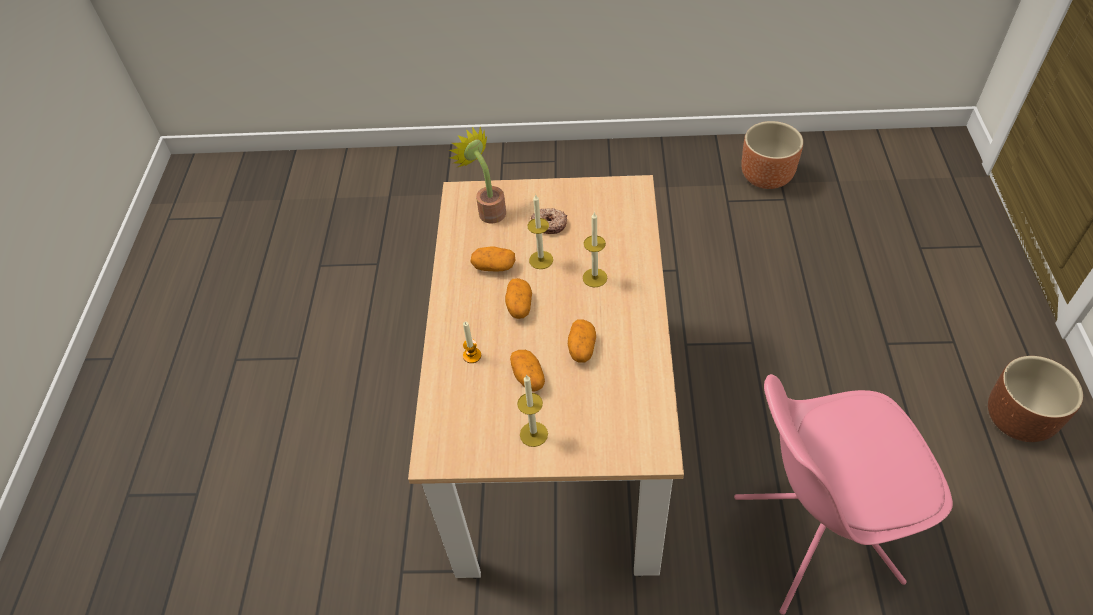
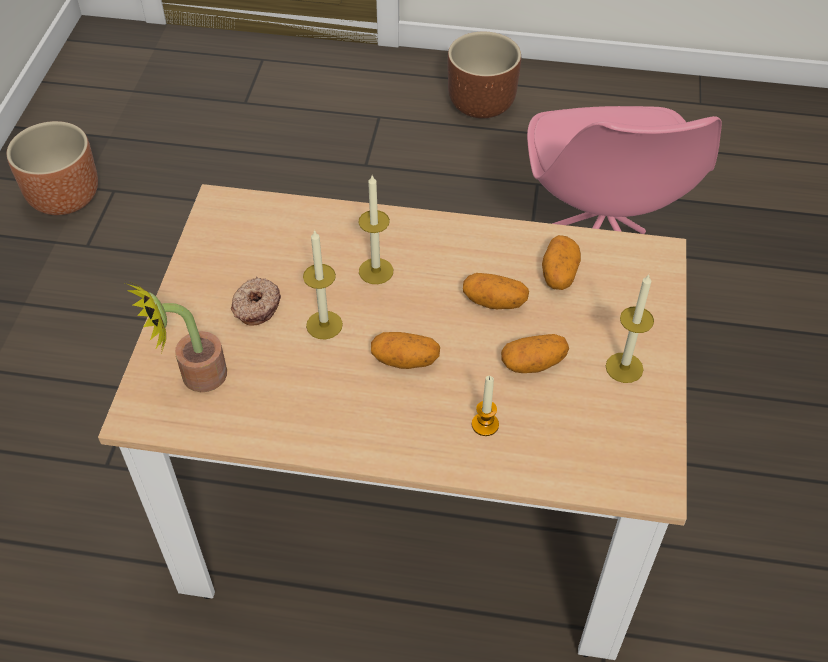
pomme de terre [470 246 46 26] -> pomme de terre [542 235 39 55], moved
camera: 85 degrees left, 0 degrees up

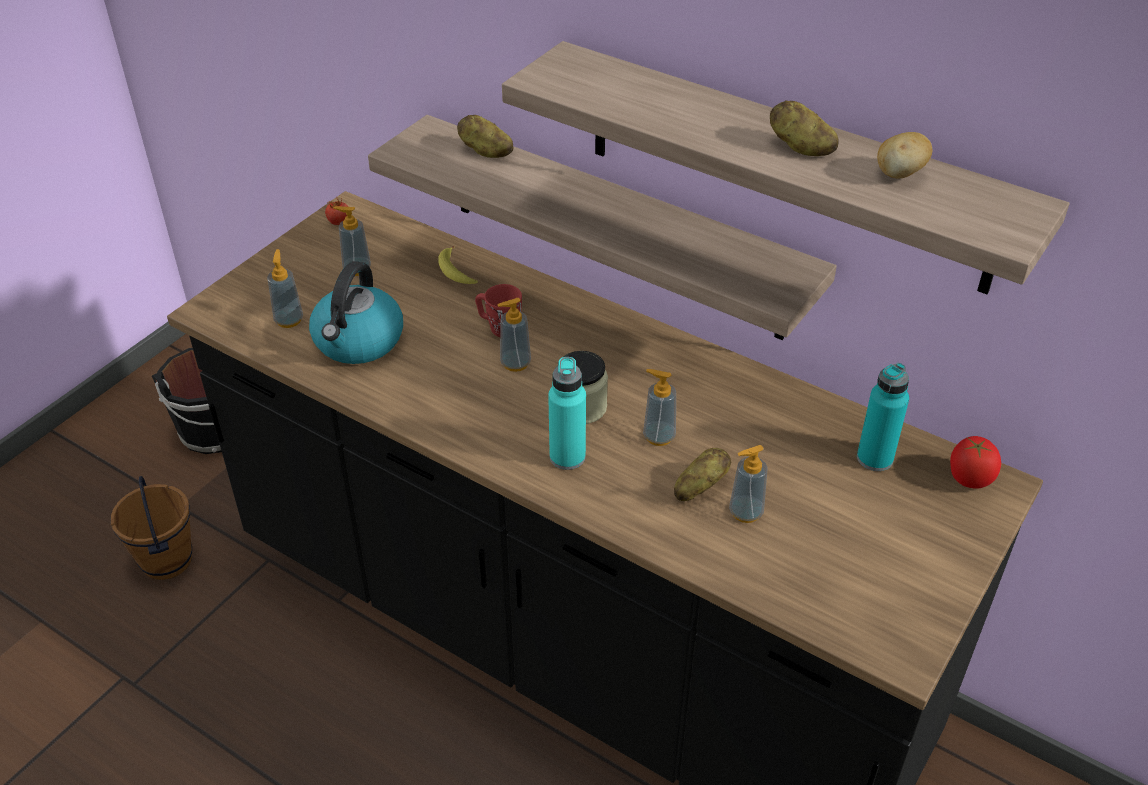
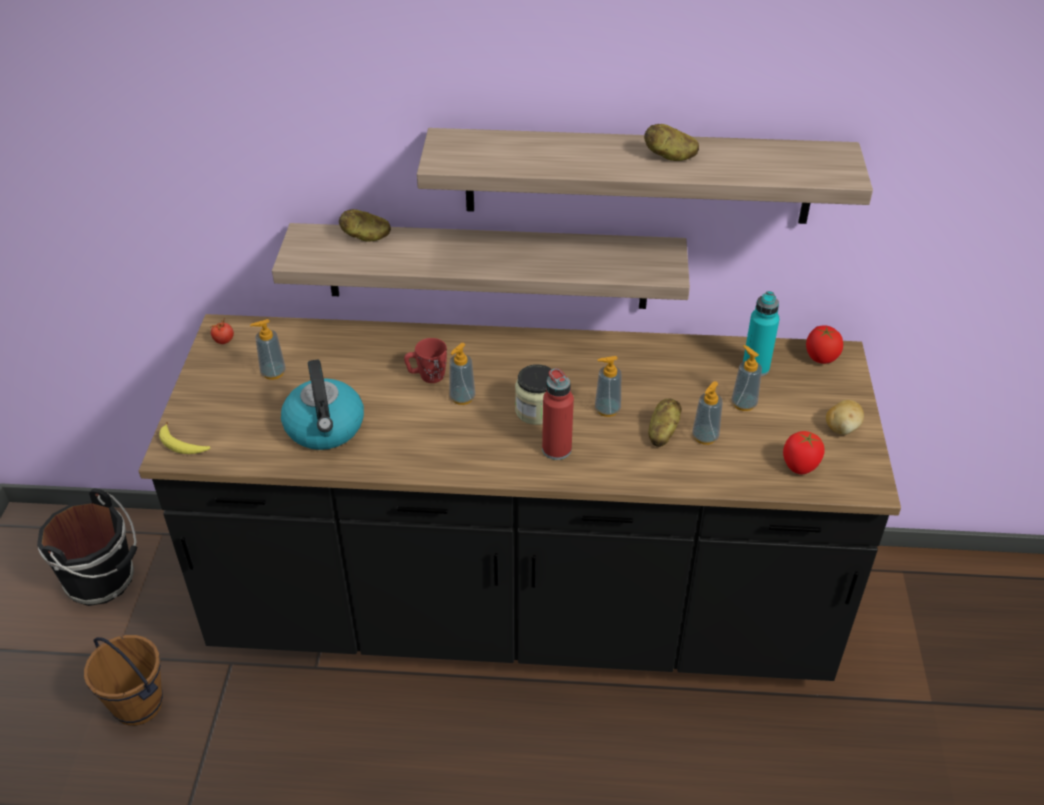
distributeur de savon [267 249 36 79] -> distributeur de savon [732 345 30 66], moved
banane [438 246 40 38] -> banane [159 422 51 32], moved
bouteille [turquoise] [548 357 38 113] -> bouteille [rouge] [542 368 32 92]
pomme de terre [877 132 55 46] -> pomme de terre [826 400 38 35], moved
none -> tomate [783 431 42 43]
camera: 30 degrees left, 0 degrees up

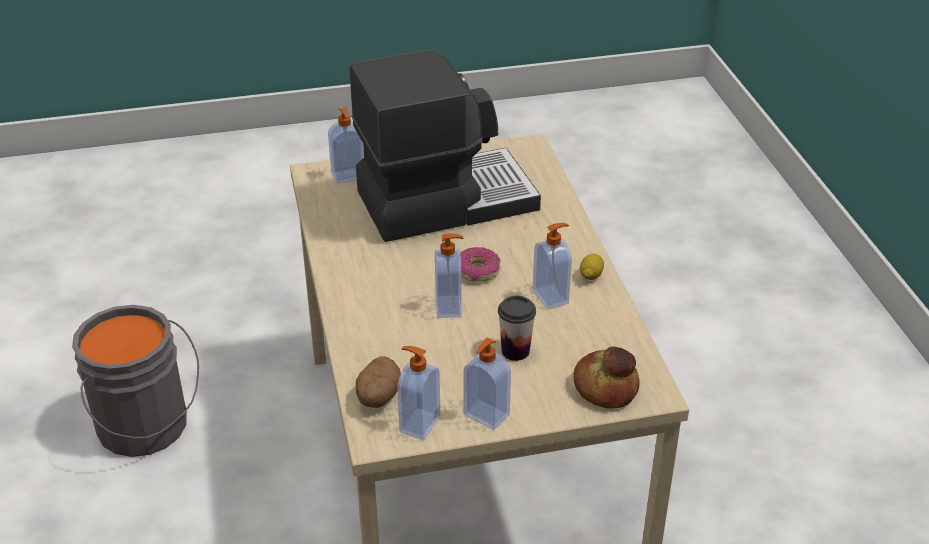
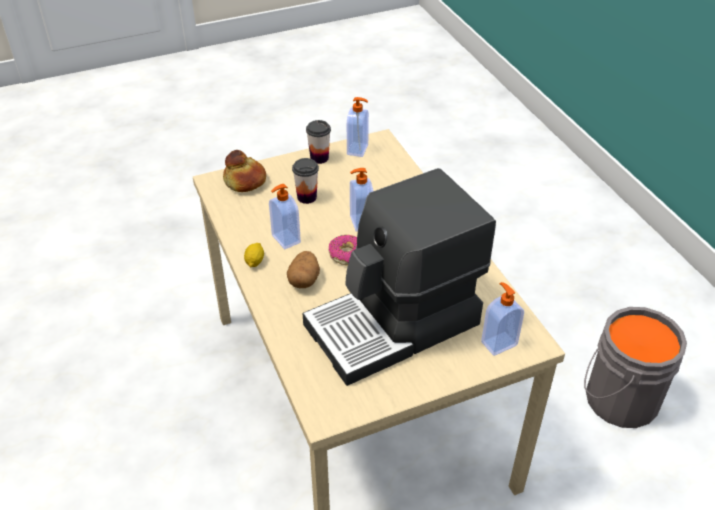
pomme de terre [356 356 45 52] -> pomme de terre [287 251 33 37], moved
distributeur de savon [463 337 48 93] -> tasse [306 120 25 44]
camera: 170 degrees right, 5 degrees up

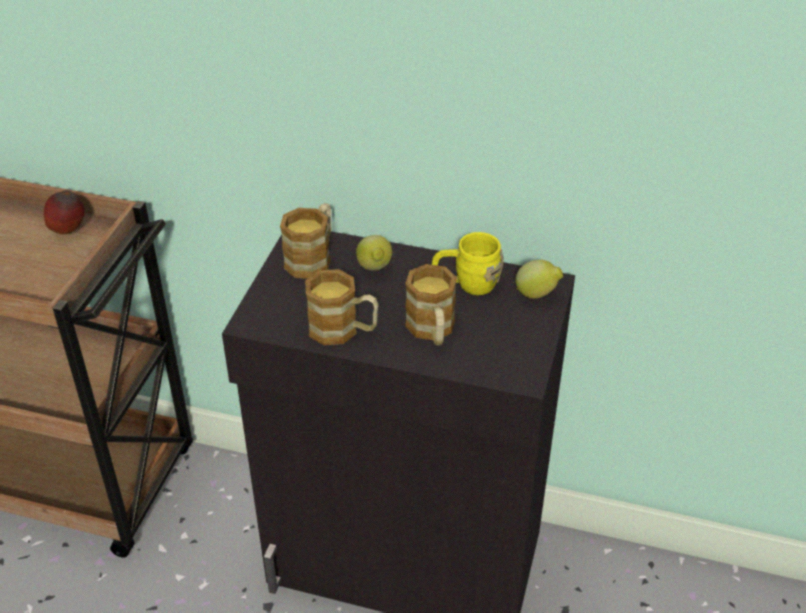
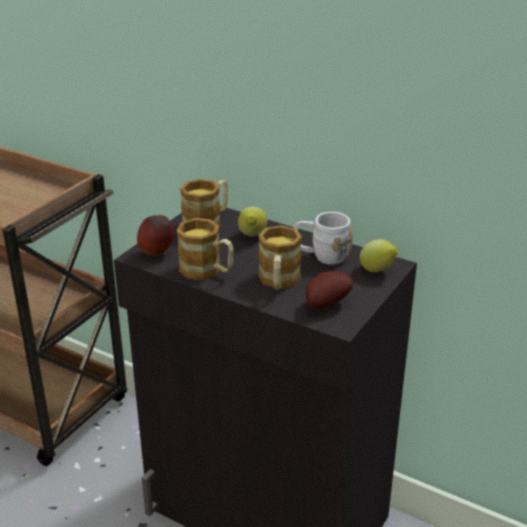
pomme [44 190 41 44] -> pomme [137 215 37 40], moved
mug [jaune] [432 232 71 63] -> mug [blanc] [294 212 59 53]
none -> pomme de terre [306 271 47 38]
camera: 15 degrees right, 10 degrees down

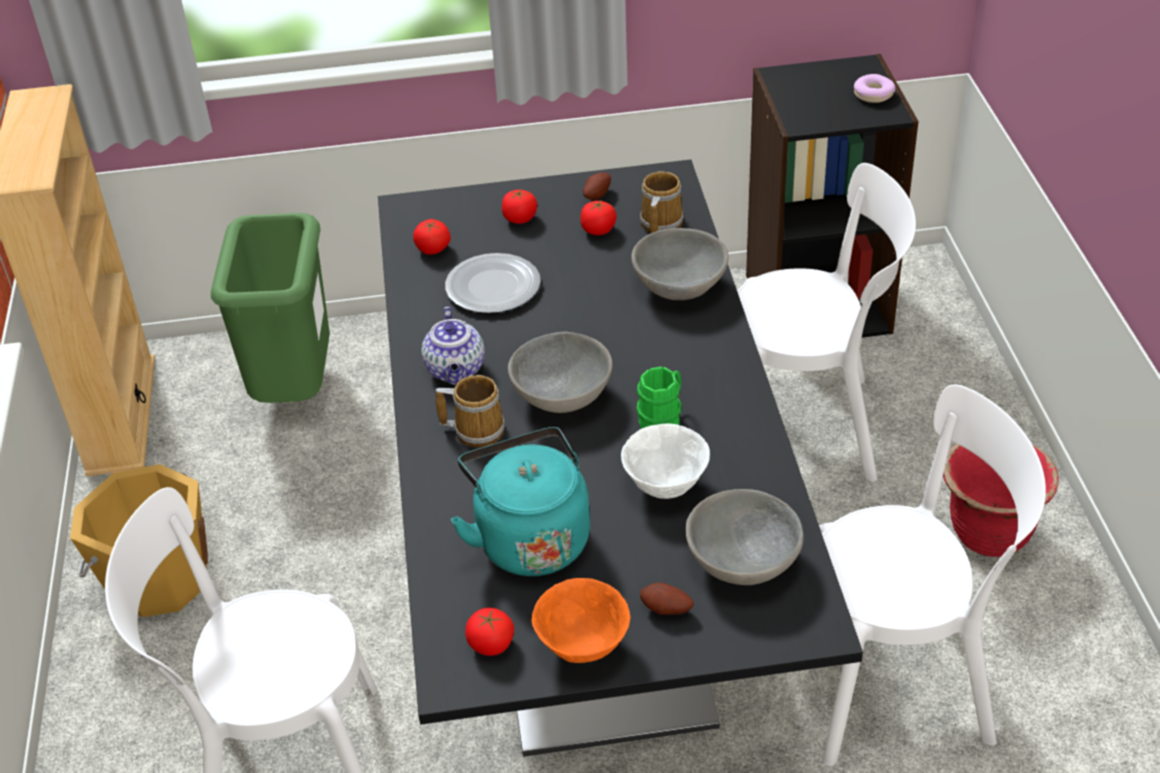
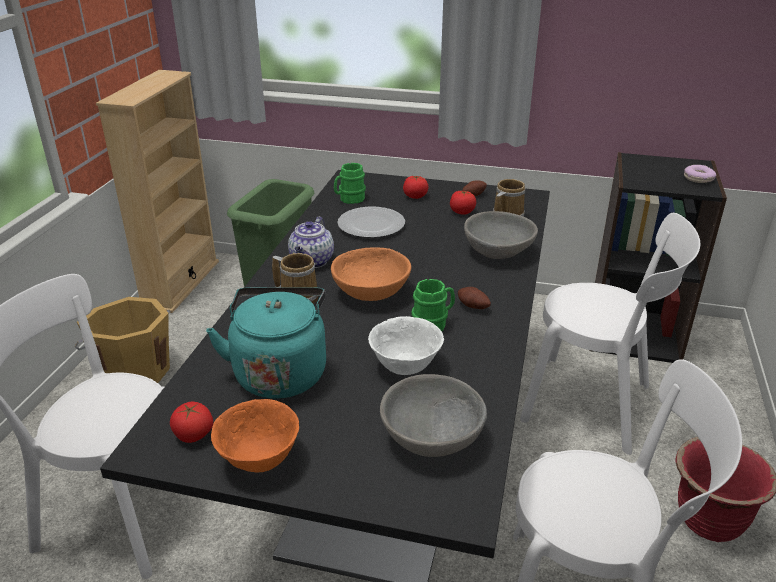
tomate [413 219 38 36] -> mug [vert] [334 163 32 41]
bol [gris] [508 332 105 81] -> bol [orange] [331 247 80 54]
pomme de terre [640 583 54 32] -> pomme de terre [458 287 33 22], moved
camera: 20 degrees right, 10 degrees down

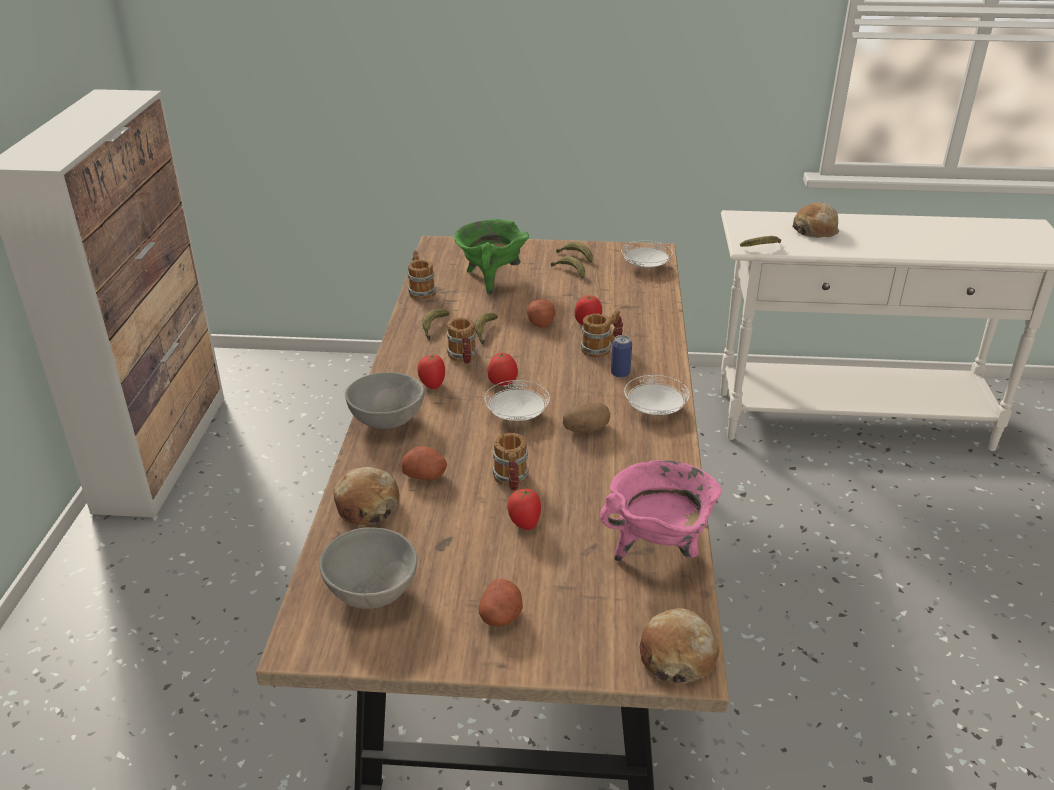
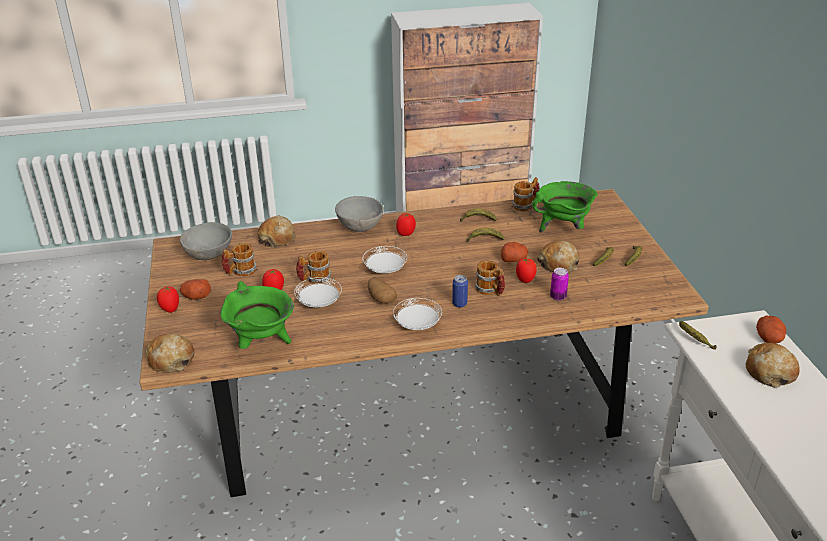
pomme de terre [402 447 45 34] -> pomme de terre [756 316 31 28], moved
mug [447 318 31 47] -> mug [222 243 34 34], moved
tomate [487 352 31 34] -> tomate [157 287 22 26], moved
marmite [rose] [600 460 121 102] -> marmite [vert] [220 281 74 68]
assiette [blanc] [621 240 52 28] -> assiette [blanc] [294 277 48 30], moved
none -> pain [537 241 43 32]
none -> boîte métallique [550 268 19 33]
camera: 75 degrees right, 0 degrees up

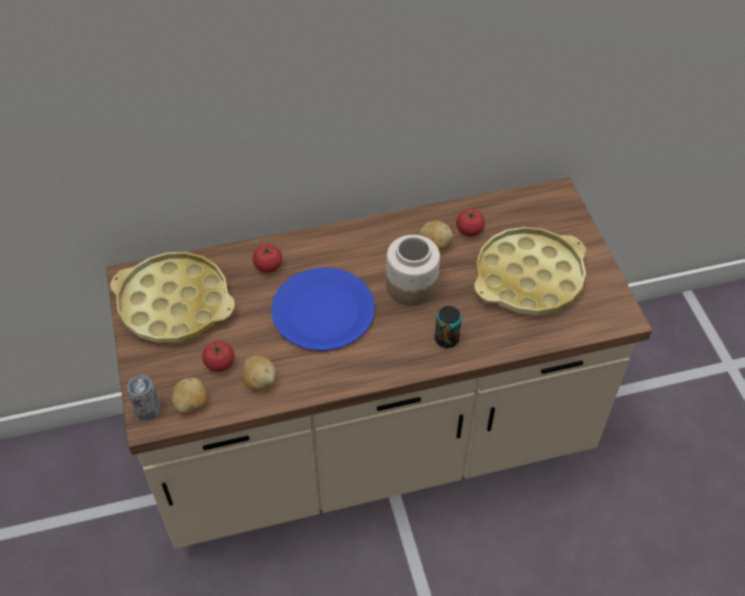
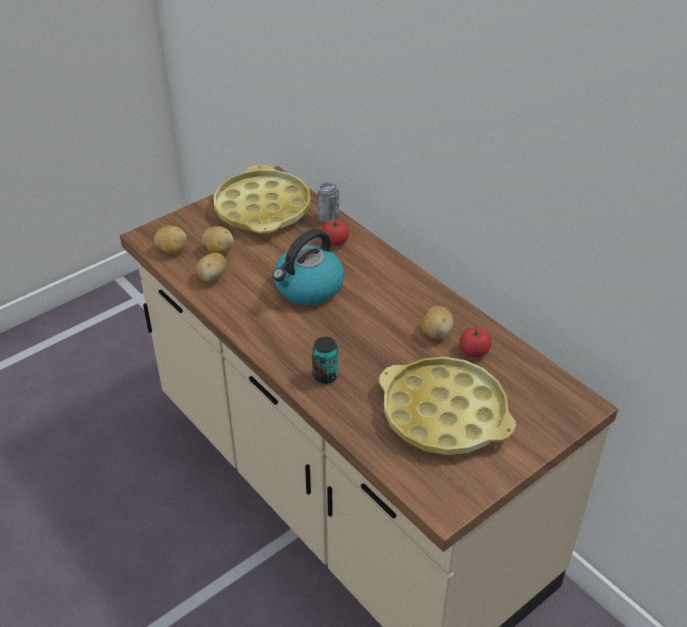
boîte métallique [127 375 34 45] -> boîte métallique [317 182 22 41], moved
tomate [202 341 33 31] -> pomme de terre [202 226 31 29]
assiette [bleu] [271 267 104 84] -> bouilloire [272 229 72 76]
bocal [386 235 54 70] -> none
camera: 65 degrees right, 10 degrees down

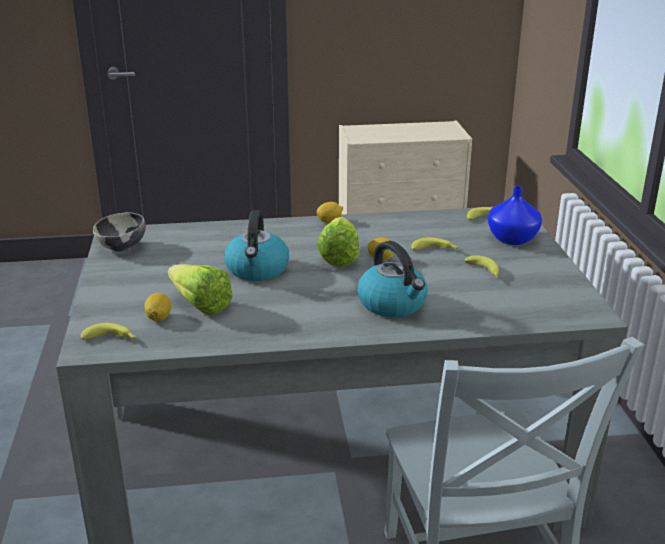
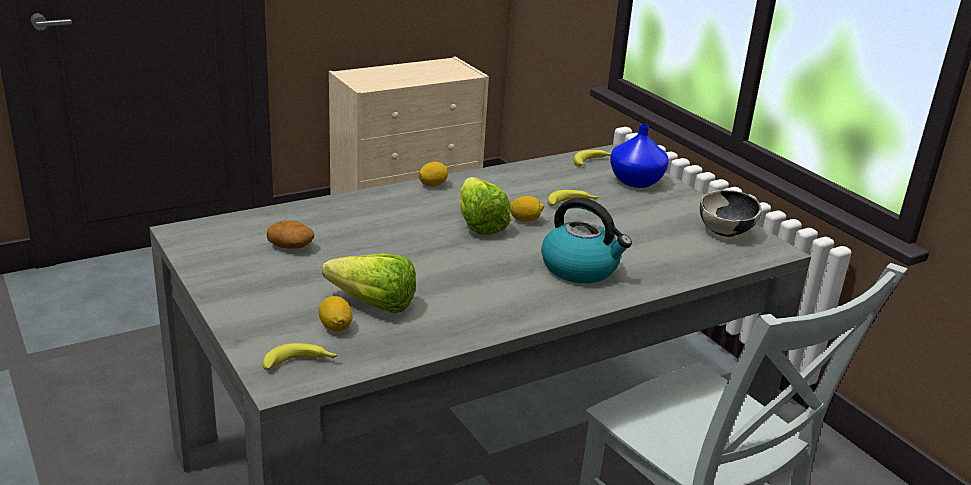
bol [93 212 53 40] -> bol [700 190 61 47], moved
bouilloire [224 210 65 71] -> none
banane [464 255 35 23] -> none
none -> pomme de terre [267 220 47 29]
camera: 25 degrees left, 0 degrees up

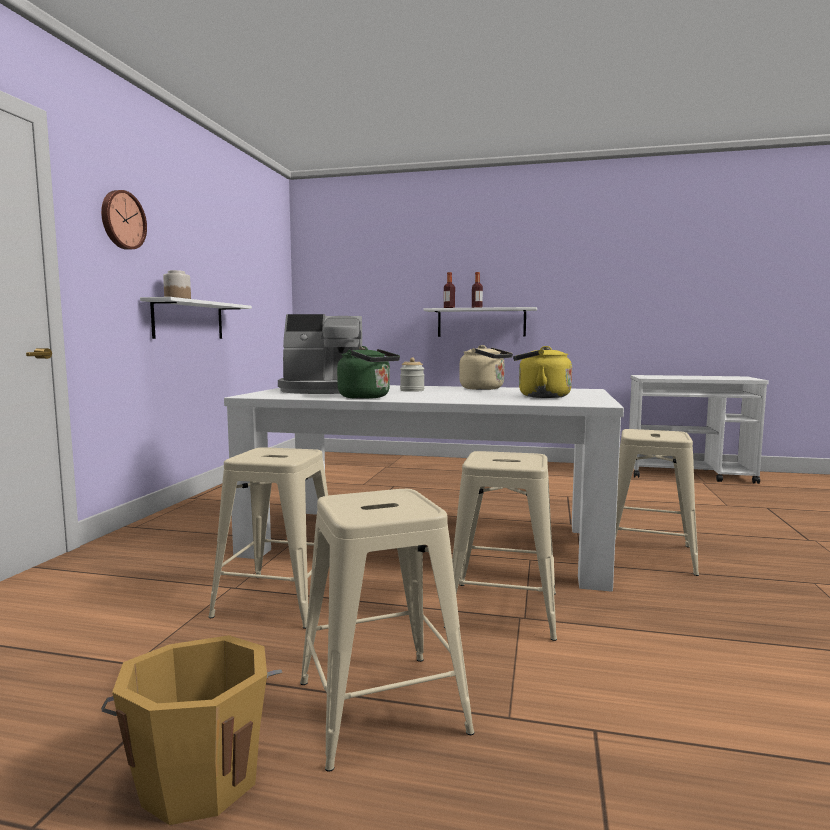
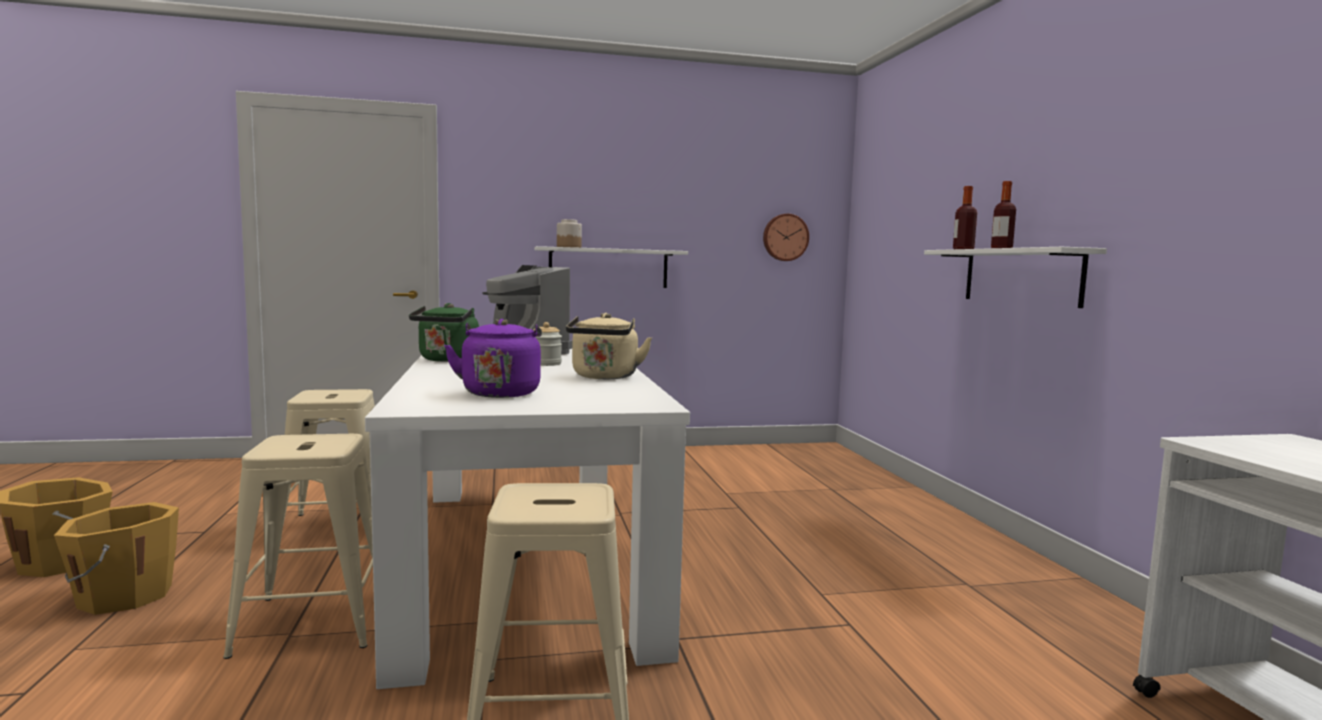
horloge murale [101 190 46 60] -> horloge murale [763 214 46 47], moved
tabouret [beige] [300 489 174 283] -> seau [orange] [54 502 125 113]
bouilloire [jaune] [513 346 59 52] -> bouilloire [violet] [444 319 98 79]
camera: 65 degrees right, 0 degrees up

